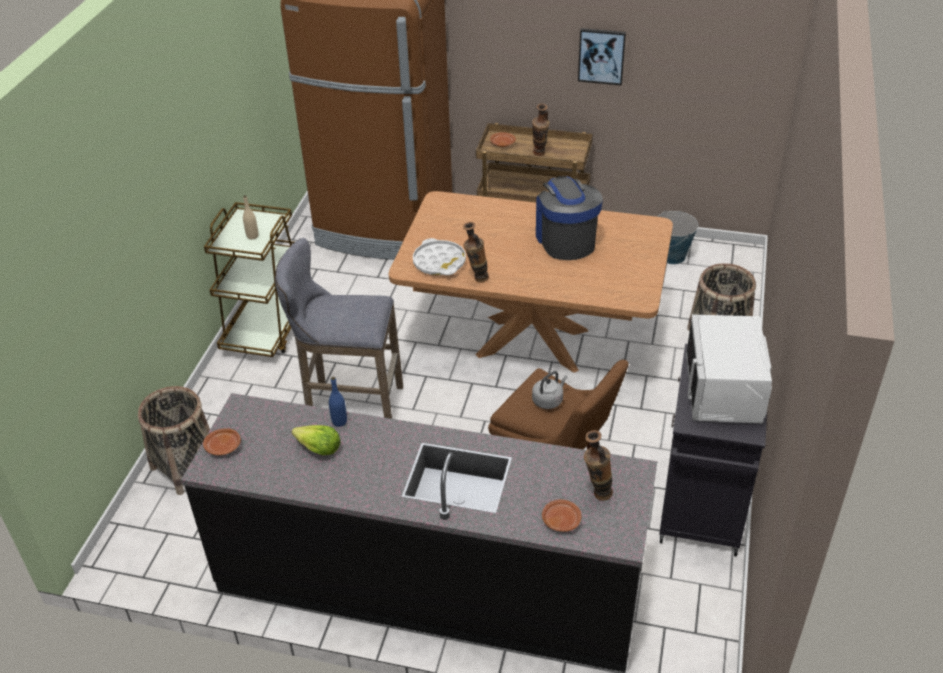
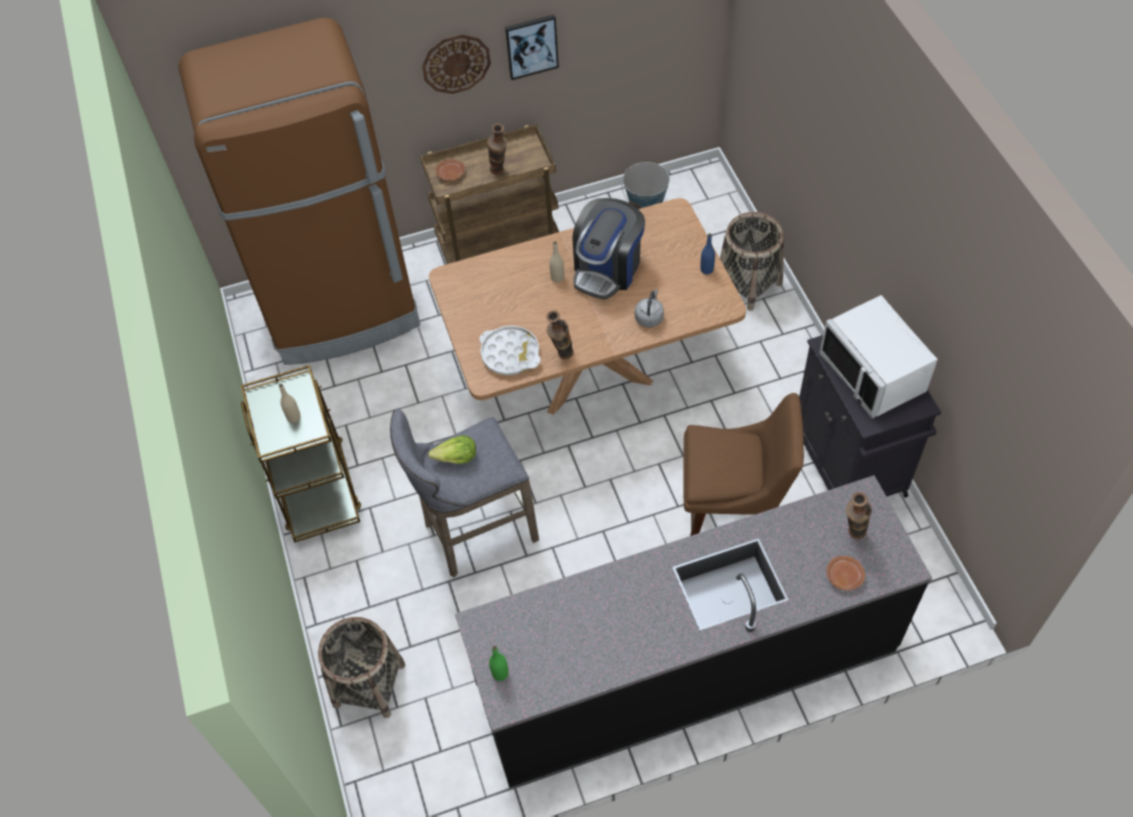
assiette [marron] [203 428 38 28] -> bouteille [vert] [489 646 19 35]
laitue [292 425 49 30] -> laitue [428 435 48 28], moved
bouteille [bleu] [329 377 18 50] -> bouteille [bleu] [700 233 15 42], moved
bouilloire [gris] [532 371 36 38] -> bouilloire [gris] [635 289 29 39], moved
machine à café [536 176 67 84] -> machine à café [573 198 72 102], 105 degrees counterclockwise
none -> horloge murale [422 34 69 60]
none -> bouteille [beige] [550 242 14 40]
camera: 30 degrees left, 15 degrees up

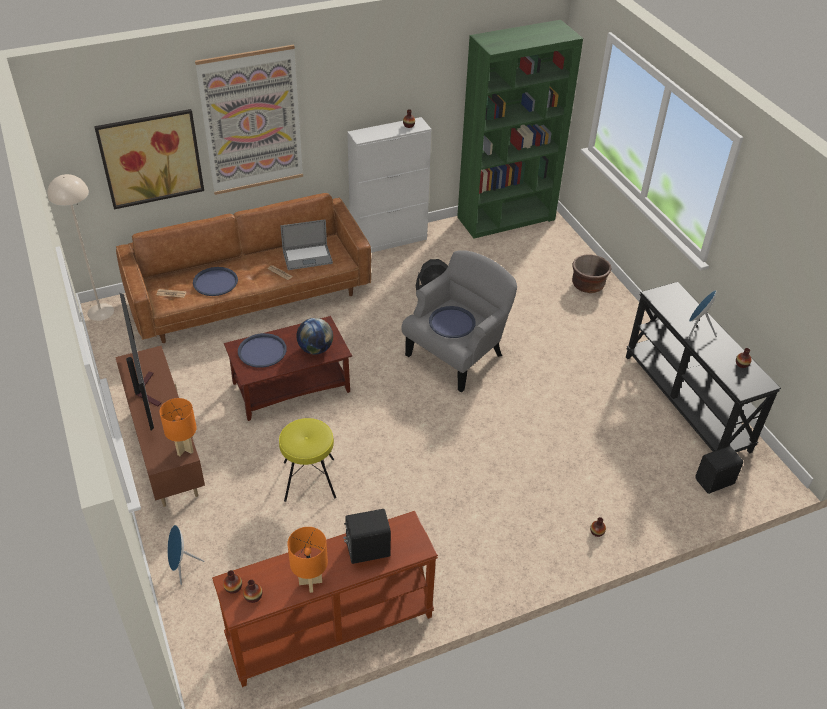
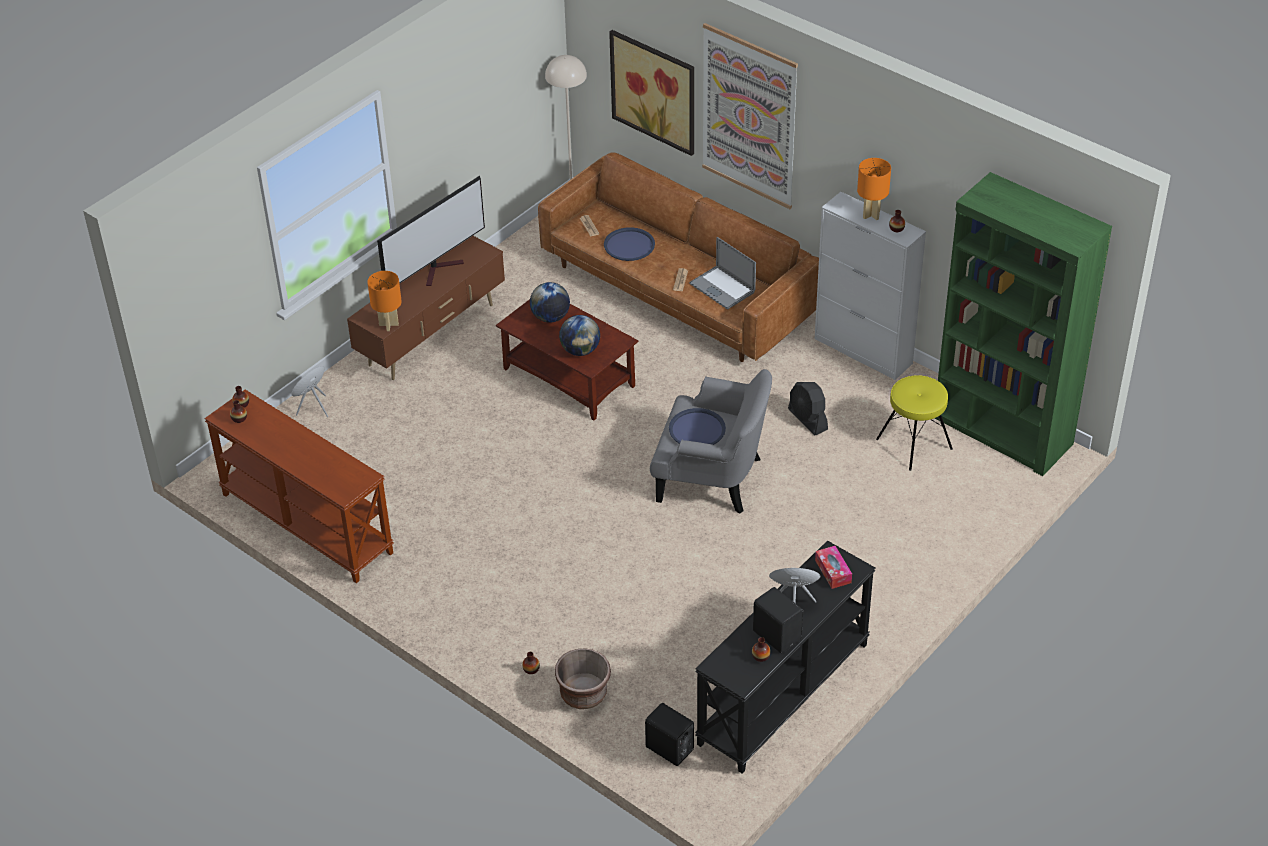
plateau [bleu] [238 333 49 35] -> globe [530 282 40 41]
tabouret [jaune] [279 418 57 84] -> tabouret [jaune] [876 375 77 96], moved
lampe de table [orange] [287 527 41 66] -> lampe de table [orange] [857 158 34 62], moved
enceinte [noir] [343 509 48 55] -> enceinte [noir] [753 587 50 66], moved
cache-pot [marron] [572 254 39 39] -> cache-pot [marron] [555 648 56 61], moved
none -> boîte à mouchoirs [815 546 37 43]
camera: 65 degrees right, 0 degrees up

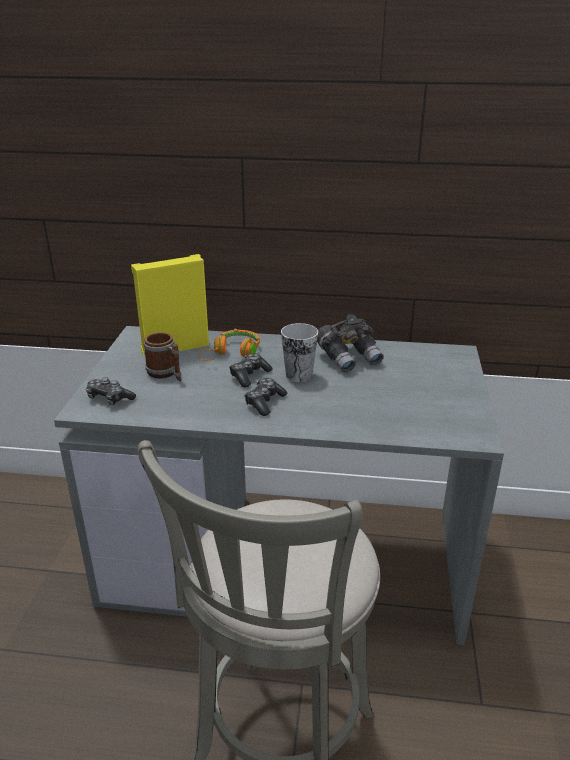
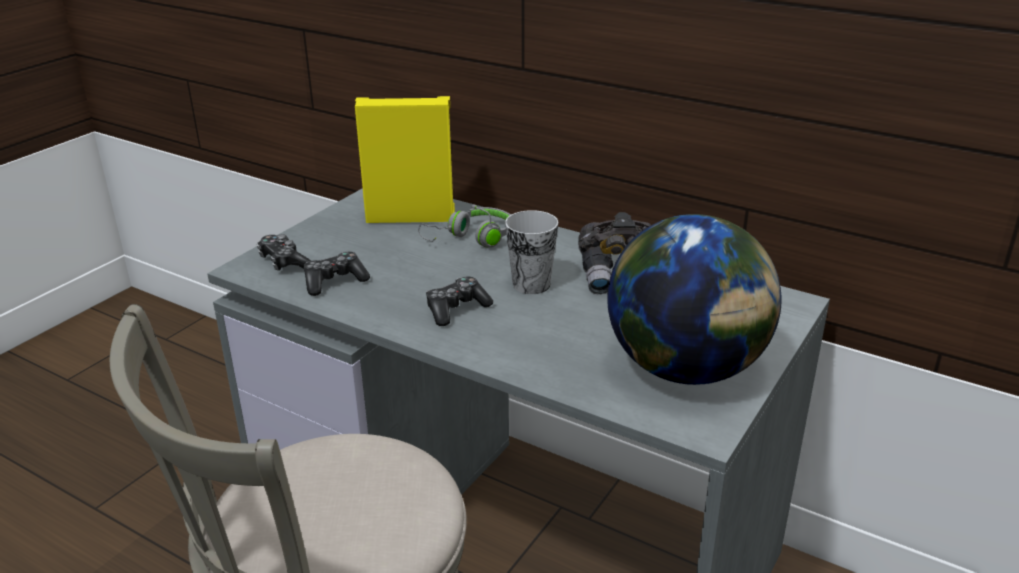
mug [144 332 37 49] -> none
casque audio [orange] [198 329 62 32] -> casque audio [gris] [418 204 93 43]
manette [229 353 44 34] -> manette [304 252 66 44], moved
none -> globe [607 214 174 171]
camera: 25 degrees right, 0 degrees up

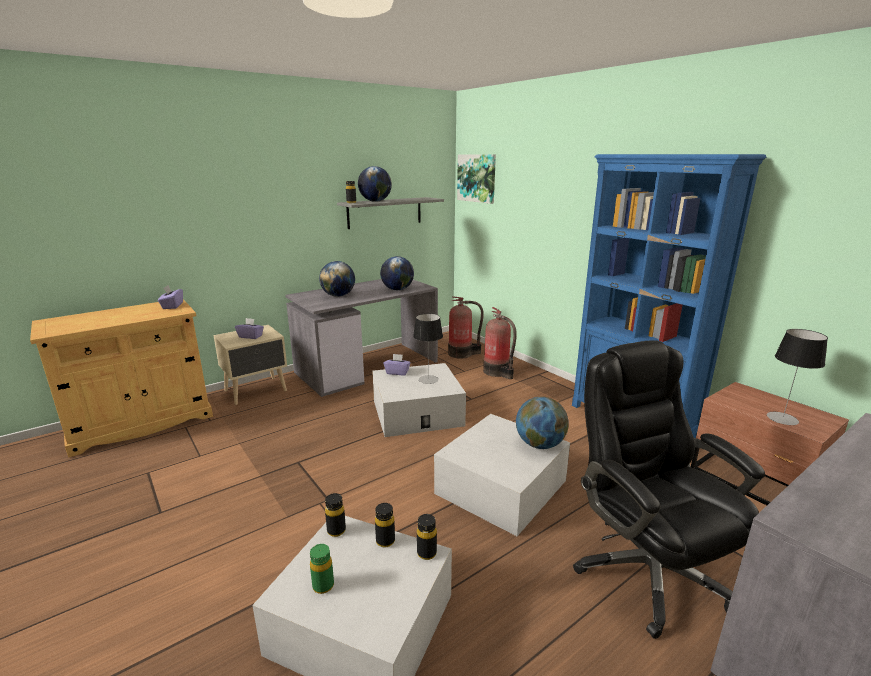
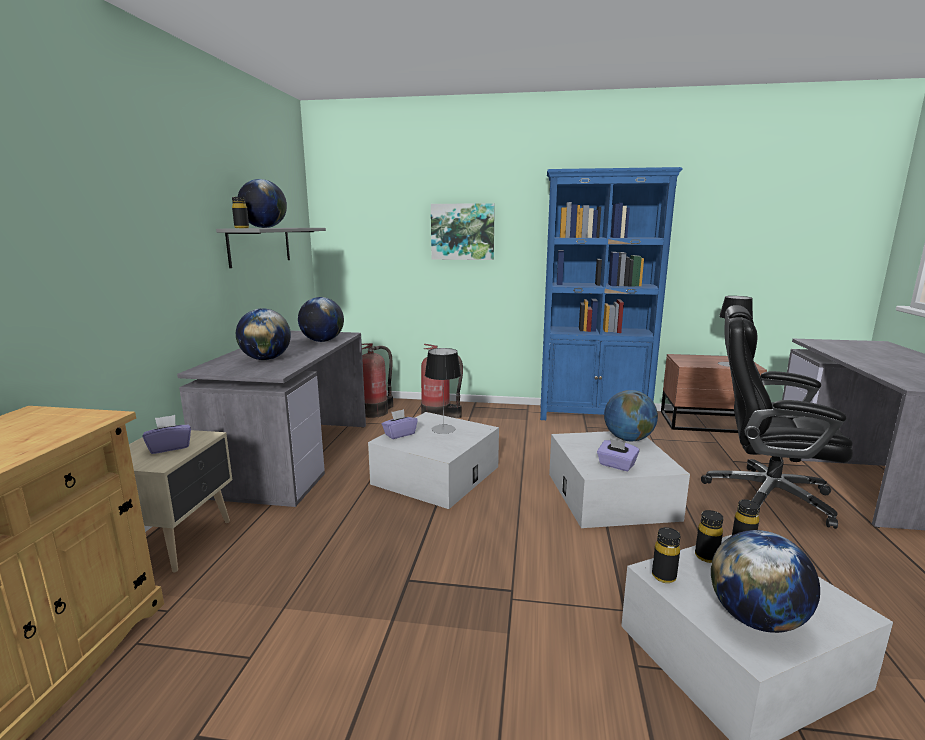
boîte à mouchoirs [violet] [158 286 25 23] -> boîte à mouchoirs [violet] [597 439 42 32], moved
bouteille [vert] [310 544 24 50] -> globe [711 530 109 103]
tableau [457 154 39 50] -> tableau [431 203 64 57], moved
camera: 45 degrees left, 5 degrees down

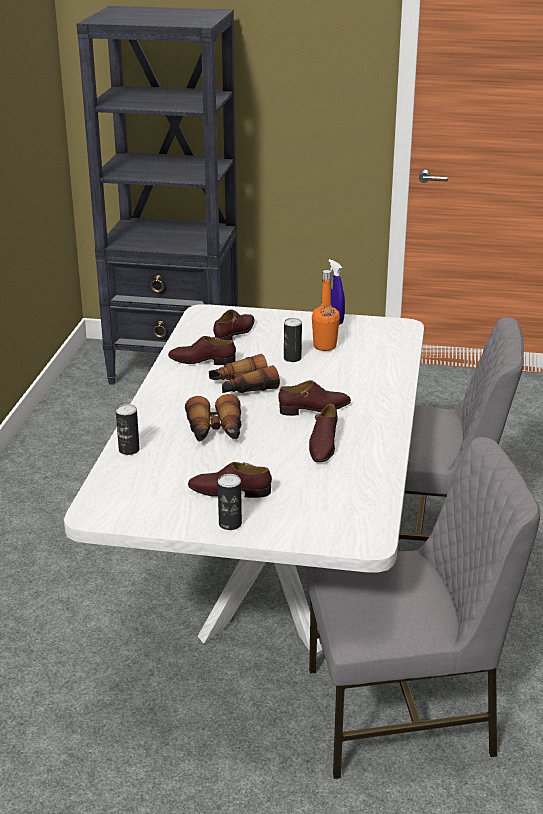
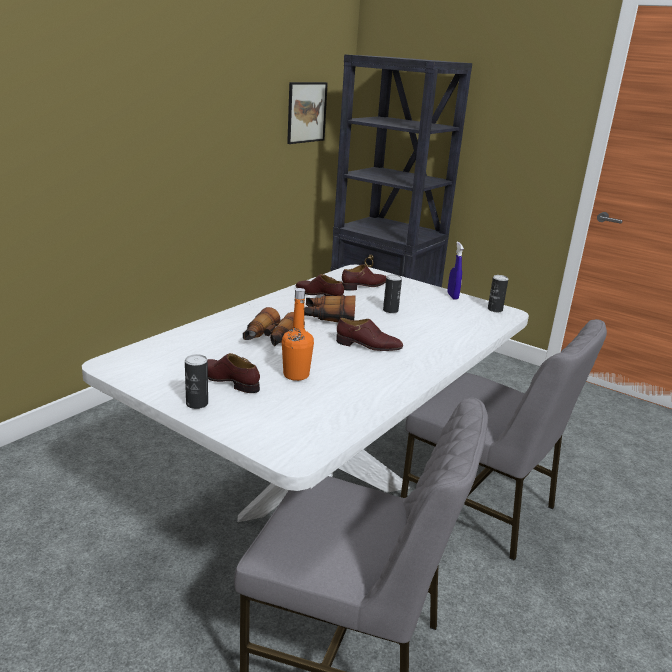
boîte métallique [116 404 24 51] -> boîte métallique [488 275 20 37], moved
chaussure [marron] [309 404 29 58] -> none
bouteille [orange] [312 270 28 81] -> bouteille [orange] [282 288 32 93], moved
none -> tableau [287 82 41 62]
camera: 25 degrees right, 5 degrees down

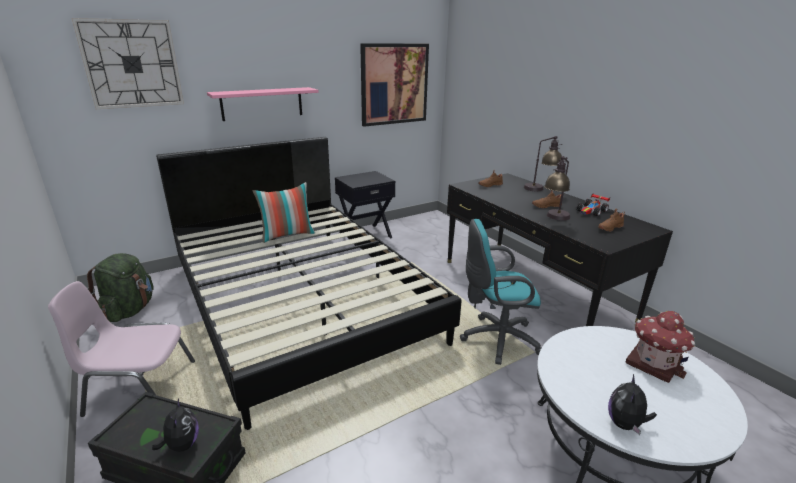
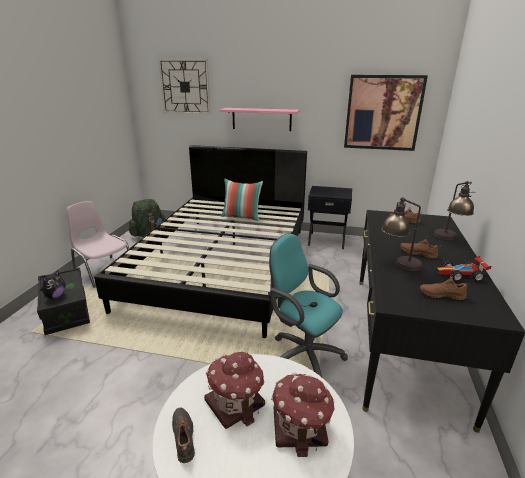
peluche [608 374 49 61] -> chaussure [noir] [172 408 23 55]
none -> maison miniature [204 352 61 77]
camera: 45 degrees right, 0 degrees up

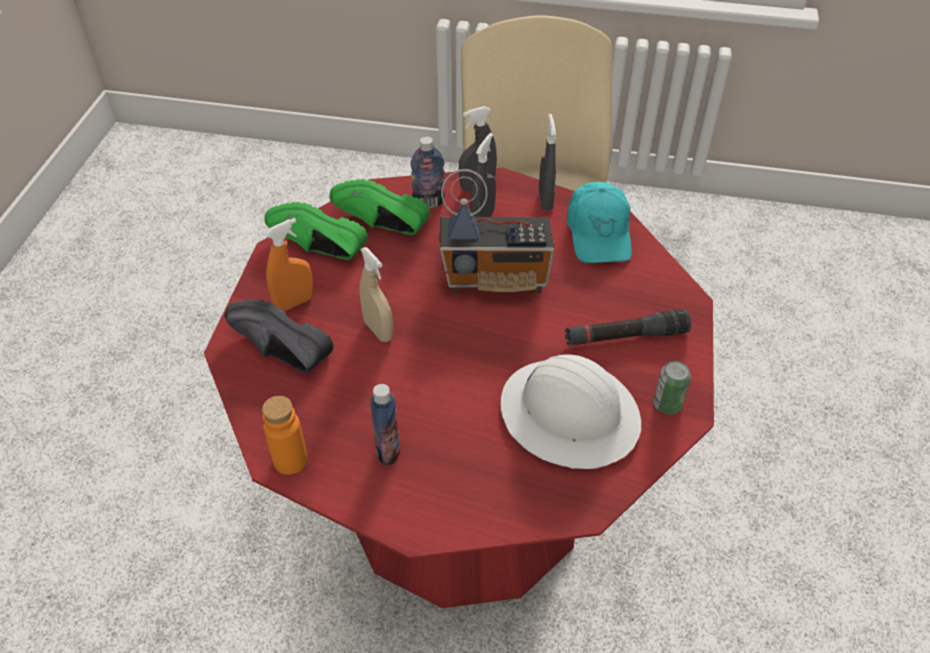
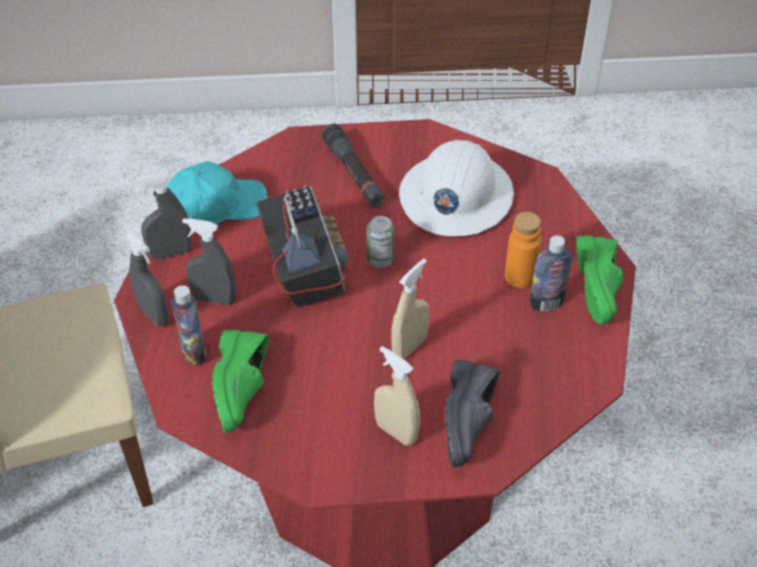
bouteille [orange] [262 396 46 79] -> bouteille [orange] [505 212 36 76], moved
chaussure [vert] [264 202 104 58] -> chaussure [vert] [576 236 47 88], moved
vaporisateur [orange] [264 218 49 93] -> vaporisateur [beige] [374 346 46 100]
boîte métallique [653 361 38 54] -> boîte métallique [367 216 27 52], moved
camera: 105 degrees left, 0 degrees up

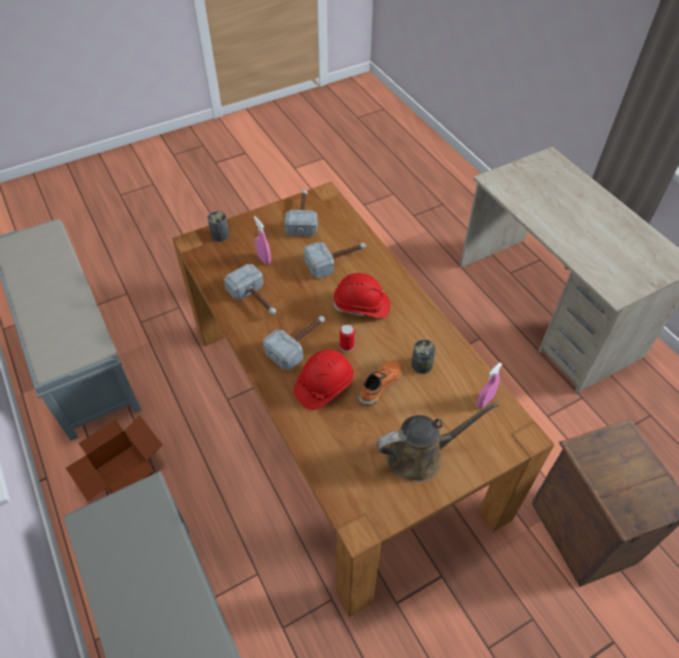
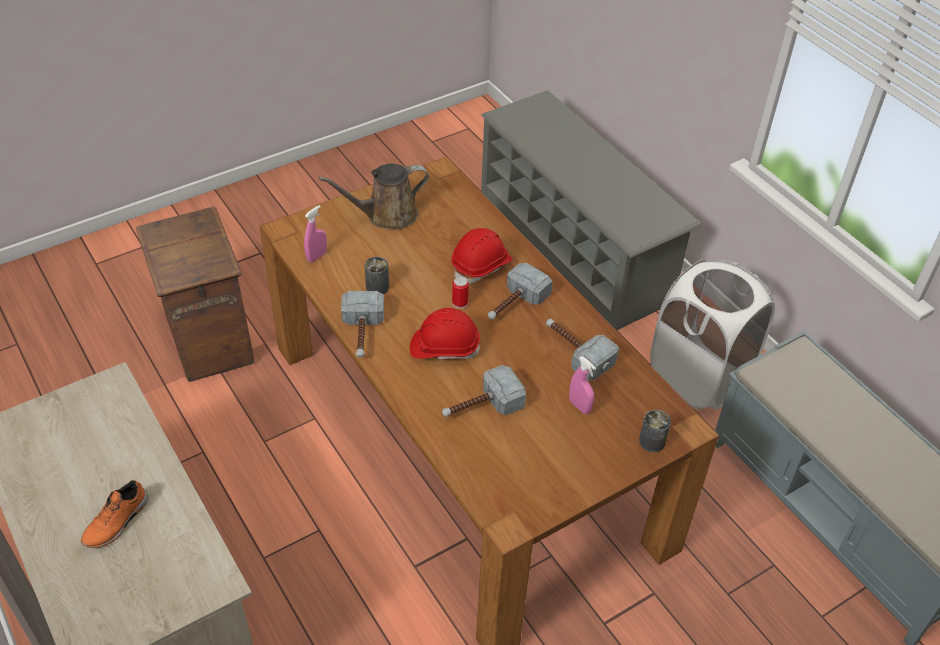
carton [66 415 96 86] -> panier à linge [blanc] [650 259 125 151]
marteau [285 190 32 46] -> marteau [341 291 43 66], moved
chaussure [orange] [358 361 45 45] -> chaussure [orange] [81 480 68 68], moved
camera: 175 degrees right, 5 degrees down

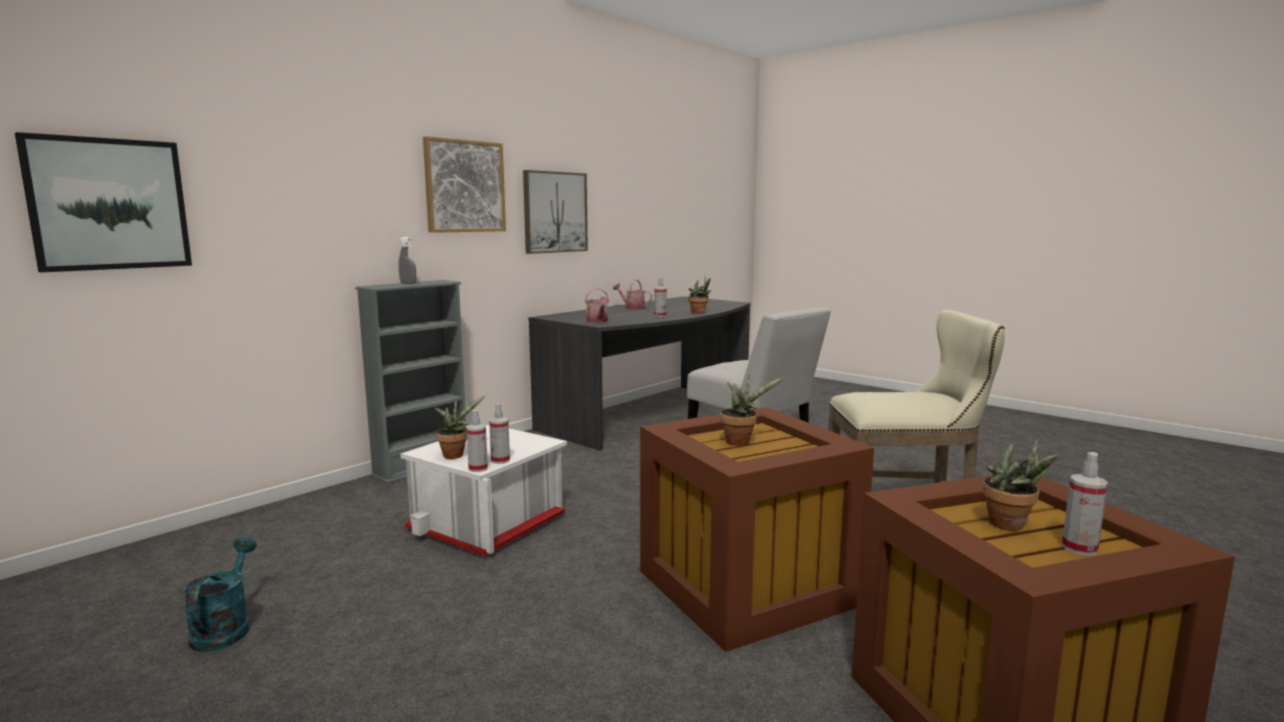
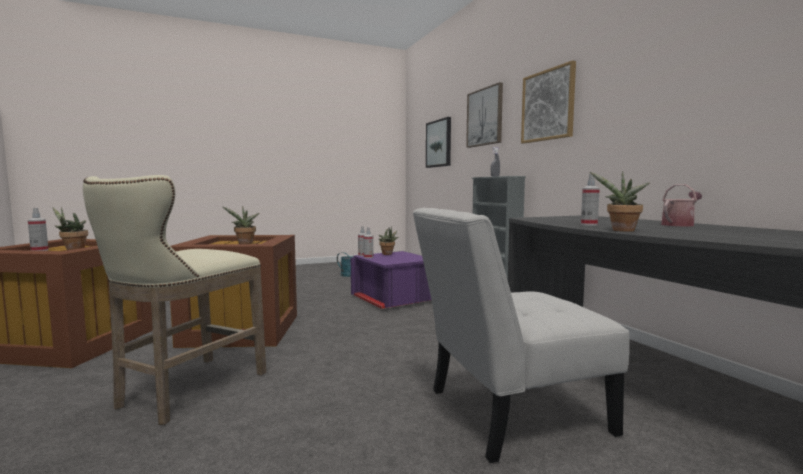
boîte de rangement [blanc] [400 424 167 131] -> boîte de rangement [violet] [351 251 80 58]
tableau [523 170 65 84] -> tableau [466 82 37 66], moved
arrosoir [585 288 24 35] -> none
camera: 115 degrees right, 5 degrees down

